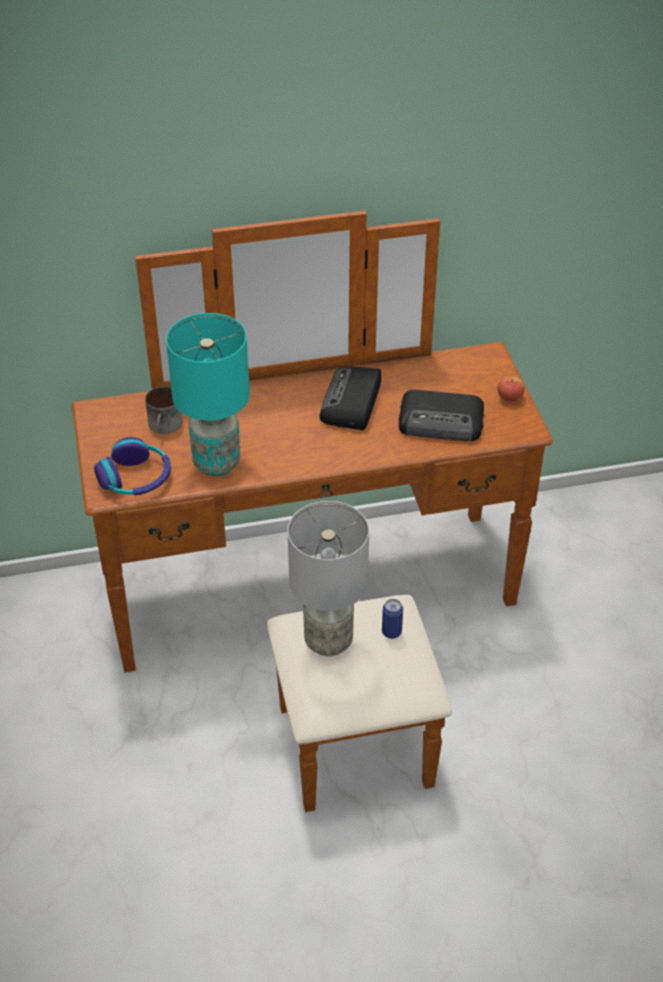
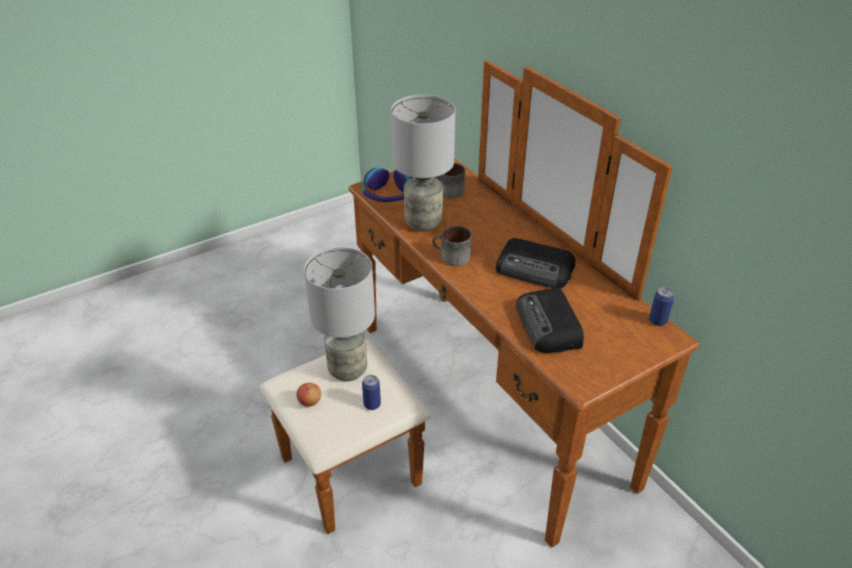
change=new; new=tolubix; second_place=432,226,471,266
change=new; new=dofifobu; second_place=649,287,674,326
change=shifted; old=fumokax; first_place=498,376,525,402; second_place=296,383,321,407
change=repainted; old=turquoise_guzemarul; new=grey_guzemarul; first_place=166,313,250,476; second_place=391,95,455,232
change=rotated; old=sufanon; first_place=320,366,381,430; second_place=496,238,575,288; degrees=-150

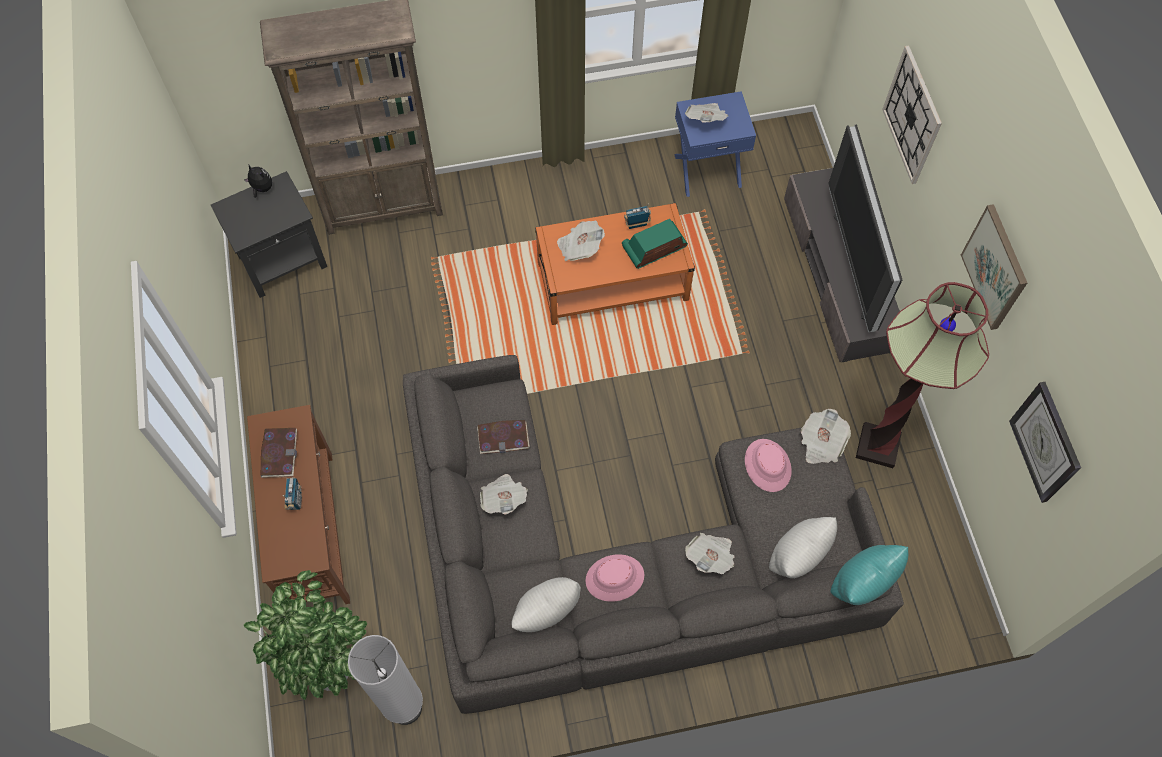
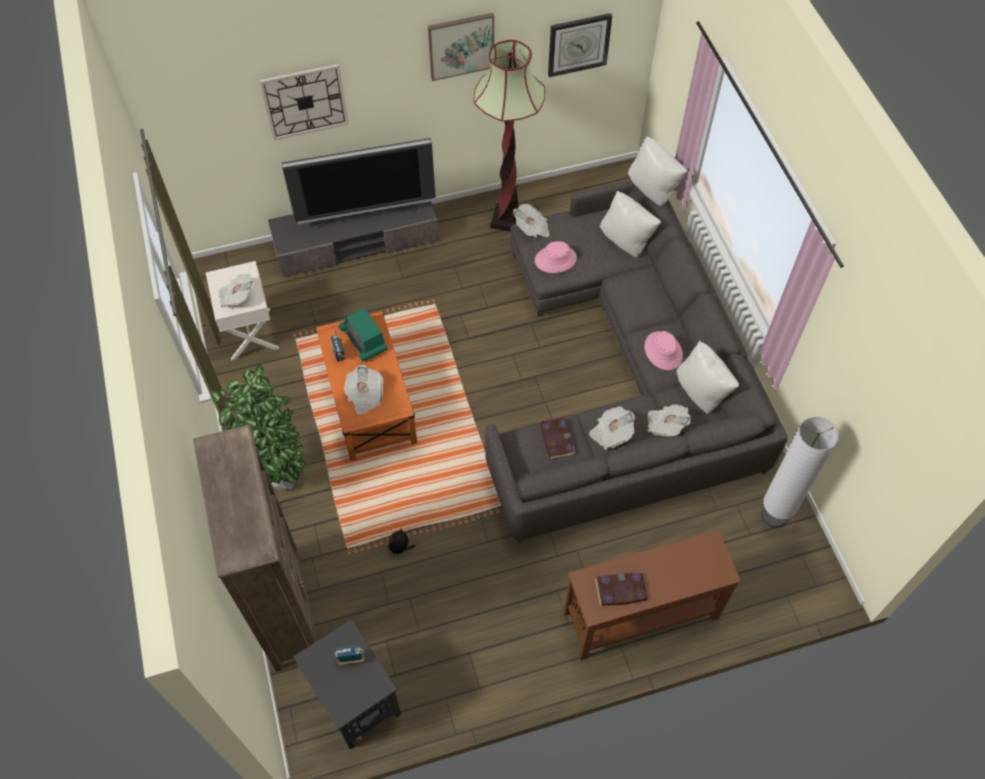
change=shifted; old=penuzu; first_place=244,165,272,198; second_place=388,529,415,557
change=shifted; old=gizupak; first_place=244,570,367,700; second_place=211,365,307,492
change=shifted; old=sufanon; first_place=283,477,302,510; second_place=335,645,364,665
change=shifted; old=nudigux; first_place=685,533,735,574; second_place=647,404,691,437
change=repainted; old=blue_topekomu; new=white_topekomu; first_place=674,91,756,197; second_place=206,261,279,360
change=repainted; old=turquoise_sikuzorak; new=white_sikuzorak; first_place=830,545,908,605; second_place=628,136,688,207

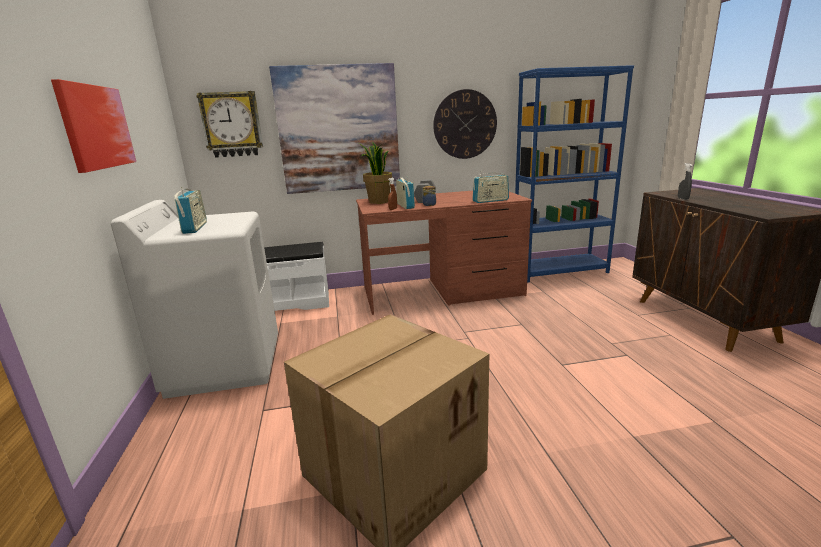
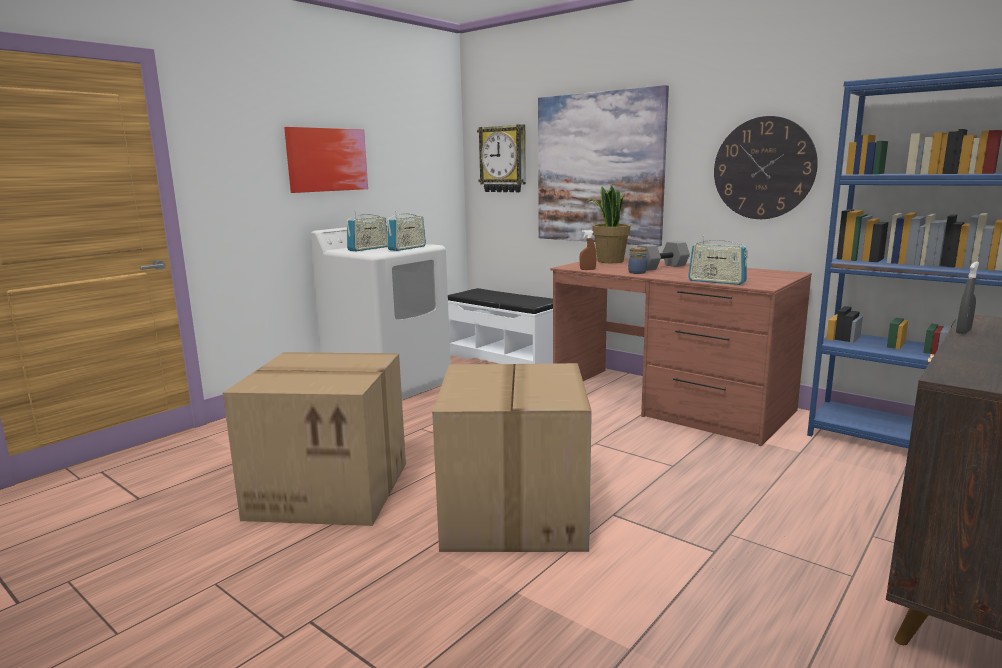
change=new; new=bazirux; second_place=432,363,592,552
change=shifted; old=sufanon; first_place=396,178,415,209; second_place=387,211,426,251

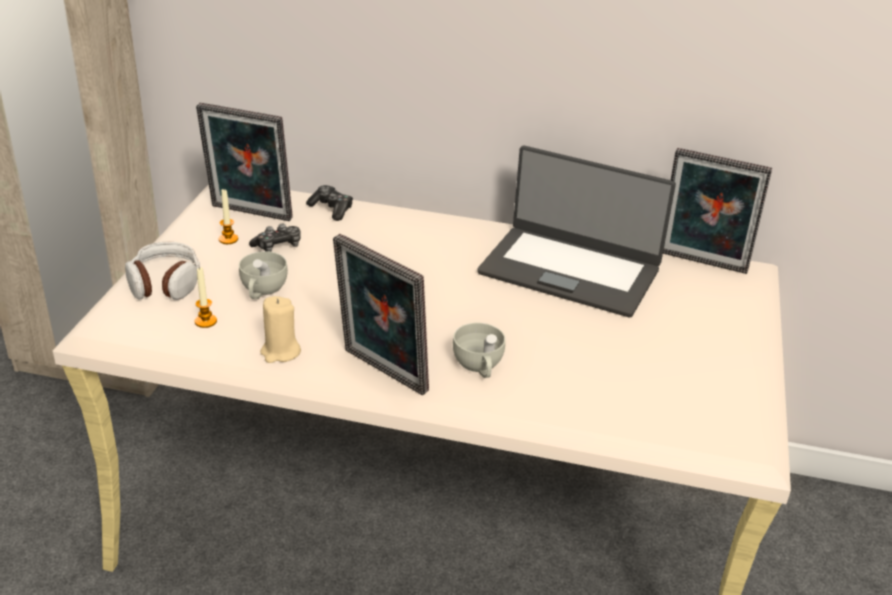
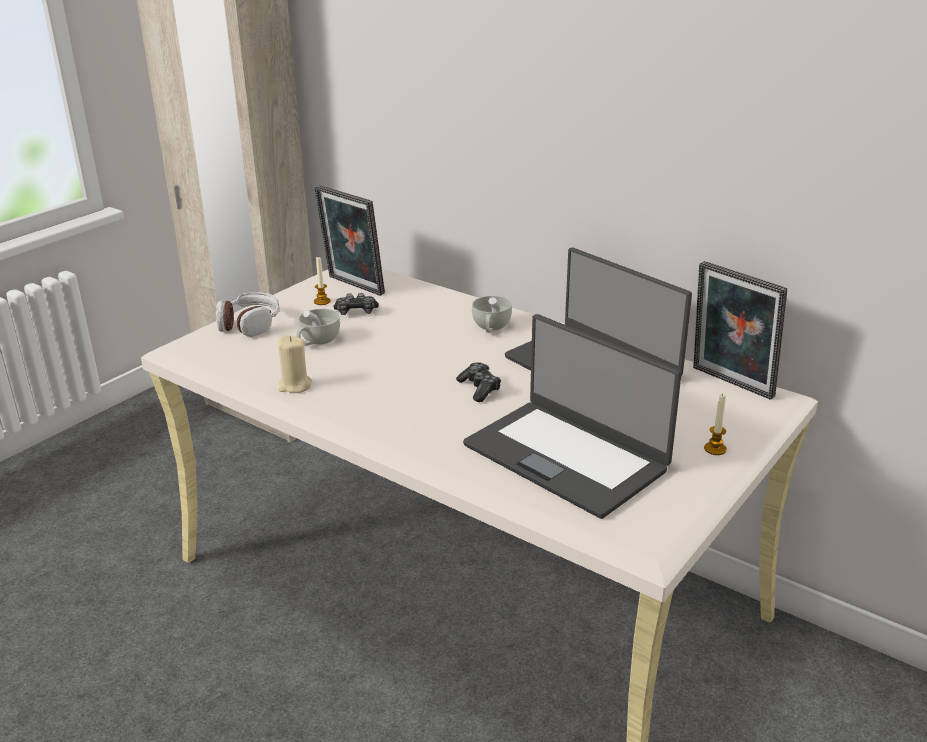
change=gone; old=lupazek; first_place=333,234,429,395
change=new; new=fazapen; second_place=463,314,682,519
change=shifted; old=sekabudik; first_place=195,267,217,328; second_place=704,394,727,455
change=shifted; old=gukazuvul; first_place=306,185,353,221; second_place=456,362,501,402
change=shifted; old=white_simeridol; first_place=453,323,505,378; second_place=472,296,512,333

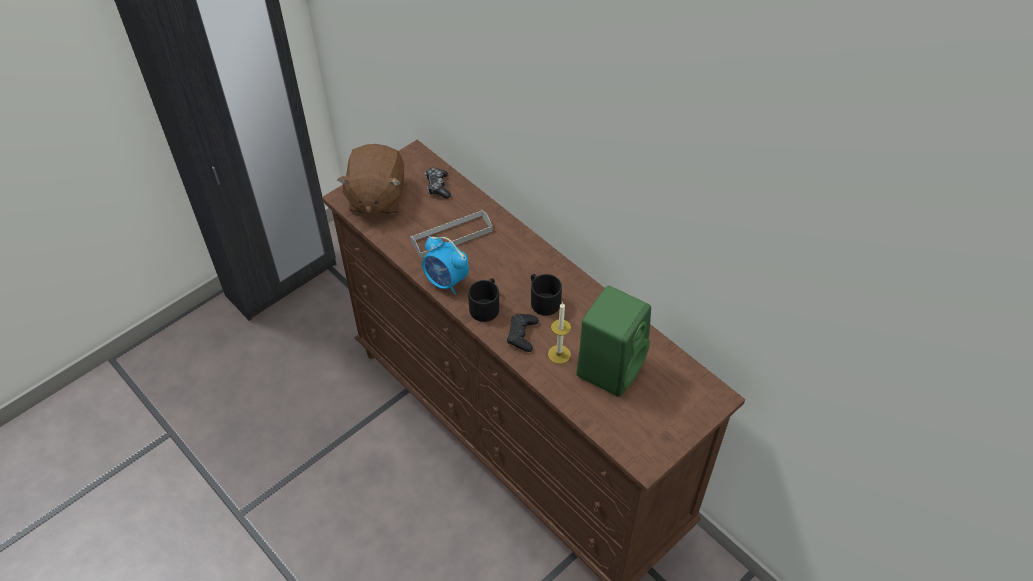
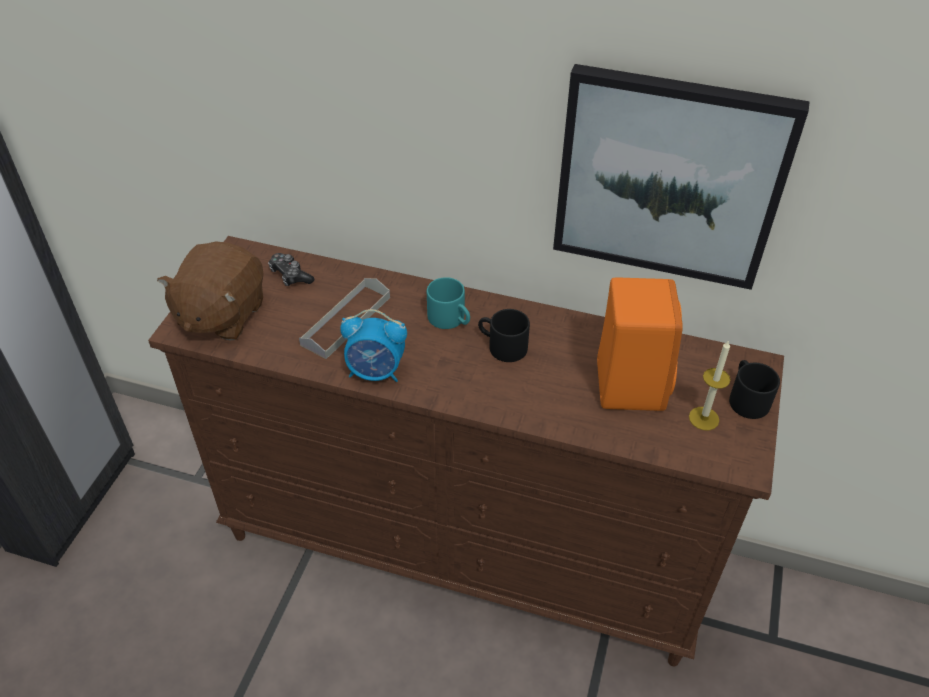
change=gone; old=black_gukazuvul; first_place=507,313,539,352
change=new; new=turquoise_tolubix; second_place=427,277,470,329
change=new; new=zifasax; second_place=553,64,810,290
change=shifted; old=black_tolubix; first_place=468,278,499,322; second_place=729,360,780,419
change=shifted; old=sekabudik; first_place=548,302,571,364; second_place=689,340,730,430
change=repainted; old=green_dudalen; new=orange_dudalen; first_place=576,286,651,397; second_place=597,278,683,411
change=rotated; old=brown_penuzu; first_place=337,144,404,214; second_place=157,242,264,341; degrees=45

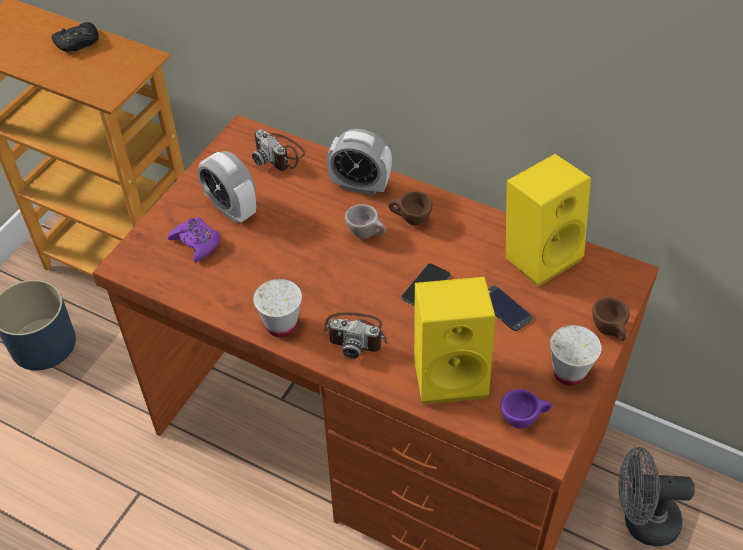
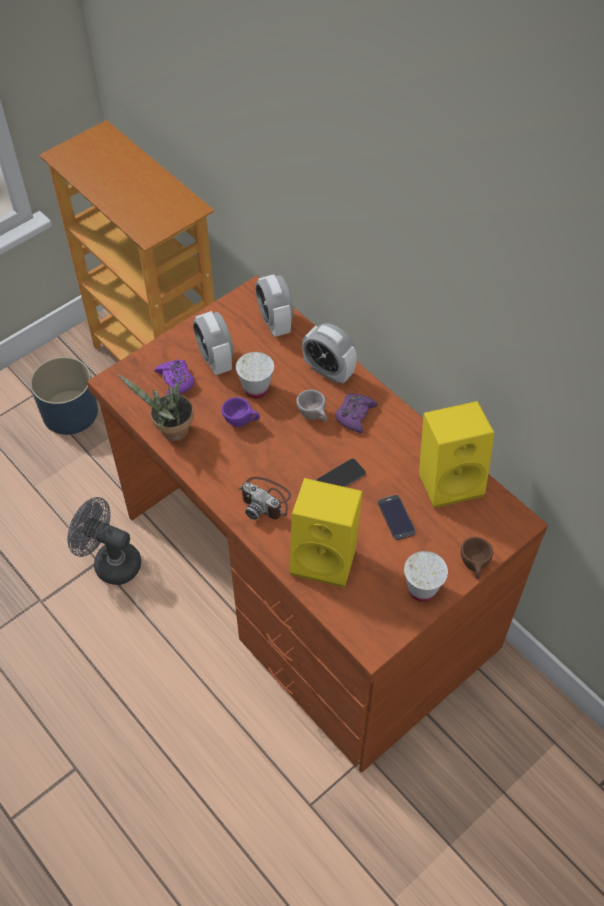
change=gone; old=black_gukazuvul; first_place=52,22,99,52
change=new; new=gizupak; second_place=118,375,194,441
change=shifted; old=white_simeridol; first_place=253,279,302,337; second_place=236,352,274,398
change=shifted; old=purple_simeridol; first_place=500,389,552,429; second_place=221,397,260,427
change=shifted; old=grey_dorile; first_place=618,447,695,546; second_place=67,497,141,585
change=swapped; old=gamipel; new=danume; first_place=252,129,305,171; second_place=255,274,294,337
change=swapped; old=brown_simeridol; new=purple_gukazuvul; first_place=388,191,433,225; second_place=335,393,378,433

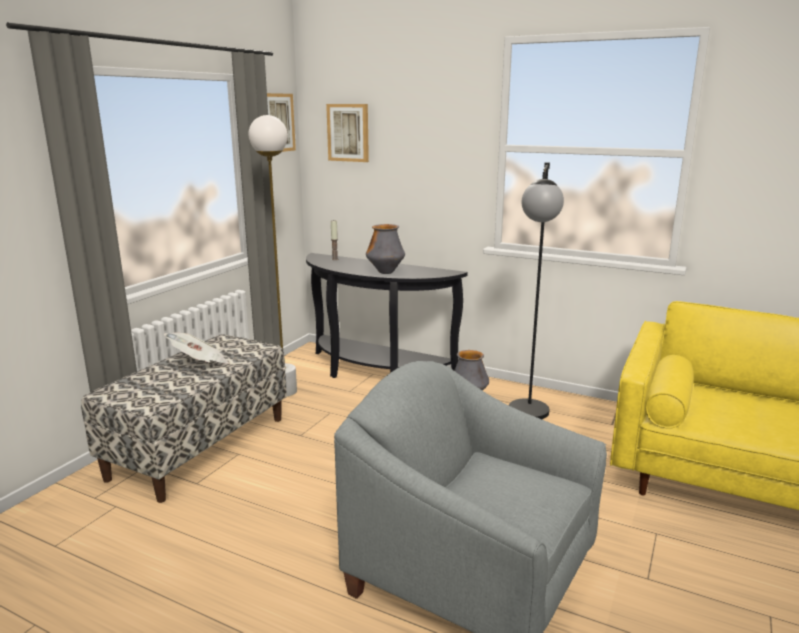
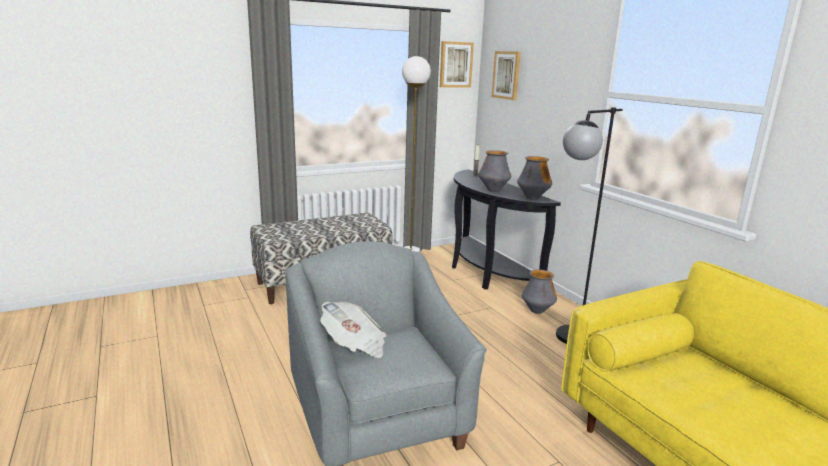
change=new; new=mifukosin; second_place=517,156,552,200
change=shifted; old=nudigux; first_place=164,333,229,364; second_place=320,302,386,358

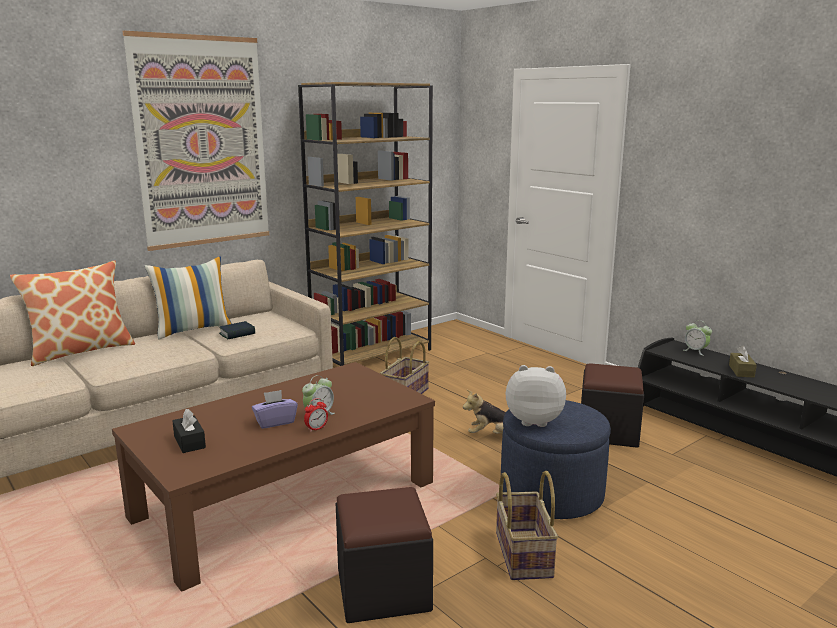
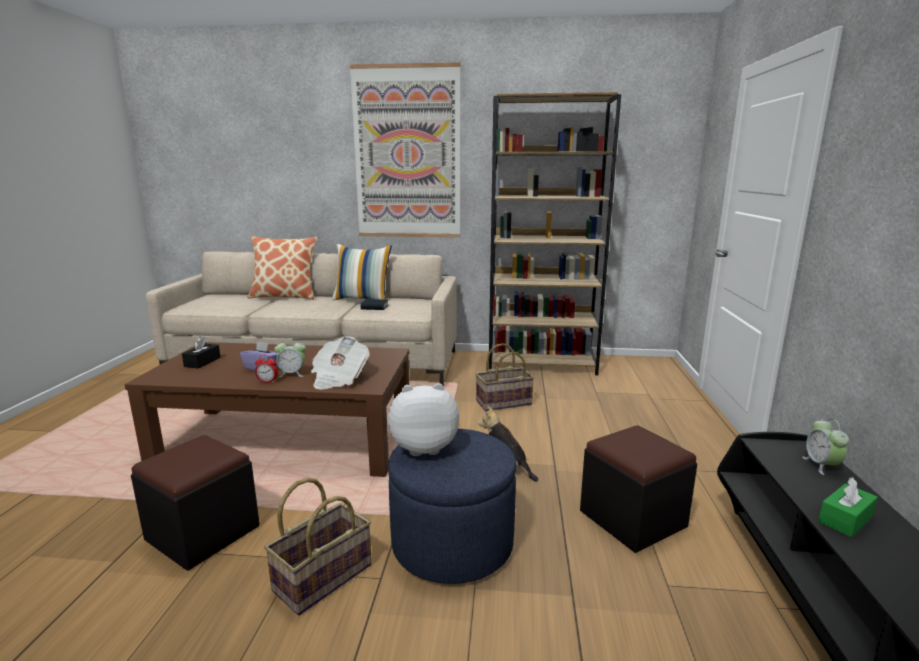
change=new; new=nudigux; second_place=311,336,370,390
change=repainted; old=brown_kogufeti; new=green_kogufeti; first_place=729,346,757,378; second_place=818,477,878,537
change=rotated; old=penuzu; first_place=506,365,566,427; second_place=388,383,459,456; degrees=-60

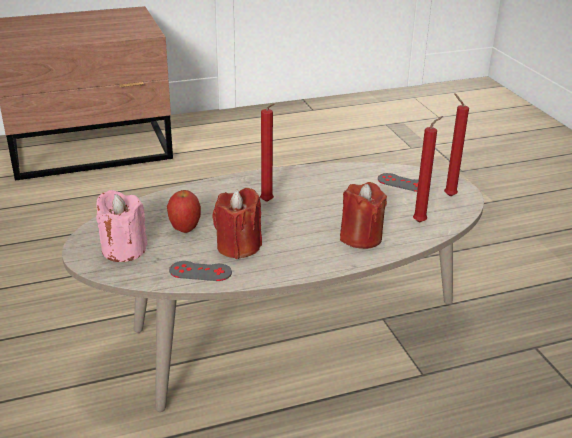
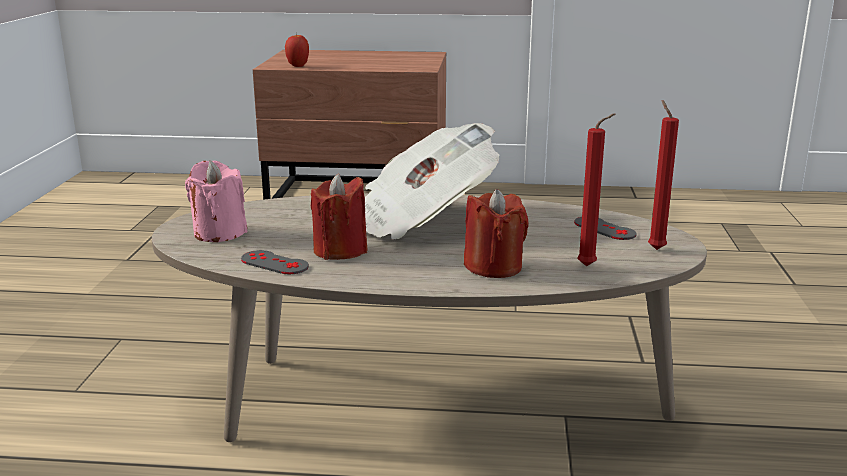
change=shifted; old=fumokax; first_place=167,190,201,233; second_place=285,32,309,67
change=swapped; old=red_sekabudik; new=nudigux; first_place=260,104,274,202; second_place=365,123,499,240

